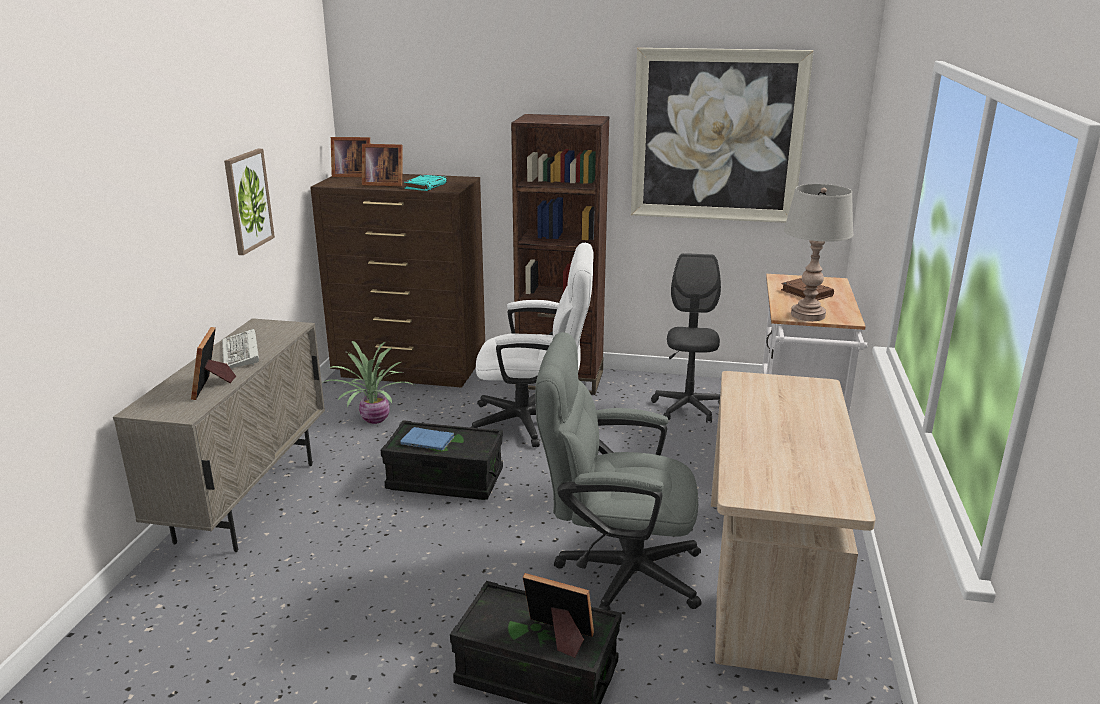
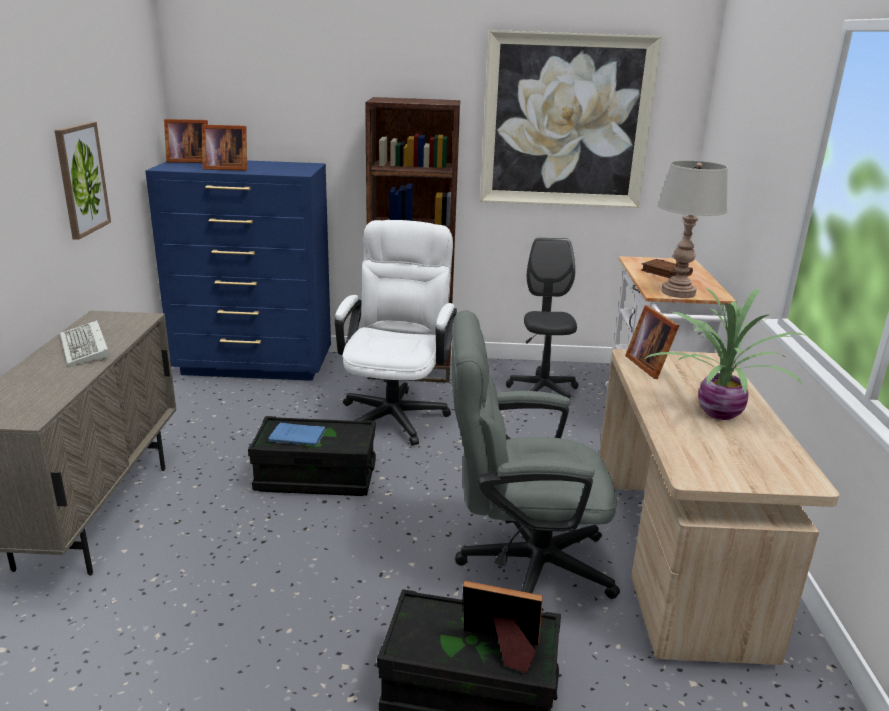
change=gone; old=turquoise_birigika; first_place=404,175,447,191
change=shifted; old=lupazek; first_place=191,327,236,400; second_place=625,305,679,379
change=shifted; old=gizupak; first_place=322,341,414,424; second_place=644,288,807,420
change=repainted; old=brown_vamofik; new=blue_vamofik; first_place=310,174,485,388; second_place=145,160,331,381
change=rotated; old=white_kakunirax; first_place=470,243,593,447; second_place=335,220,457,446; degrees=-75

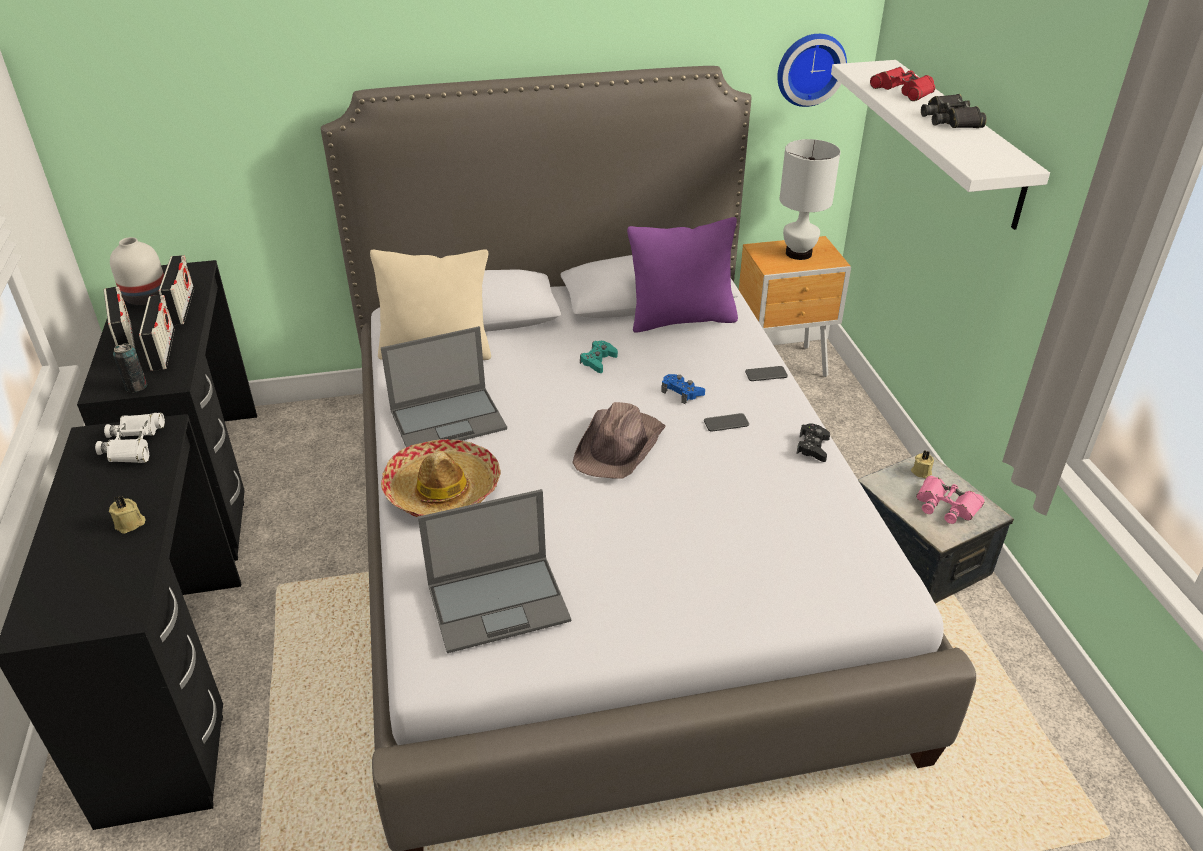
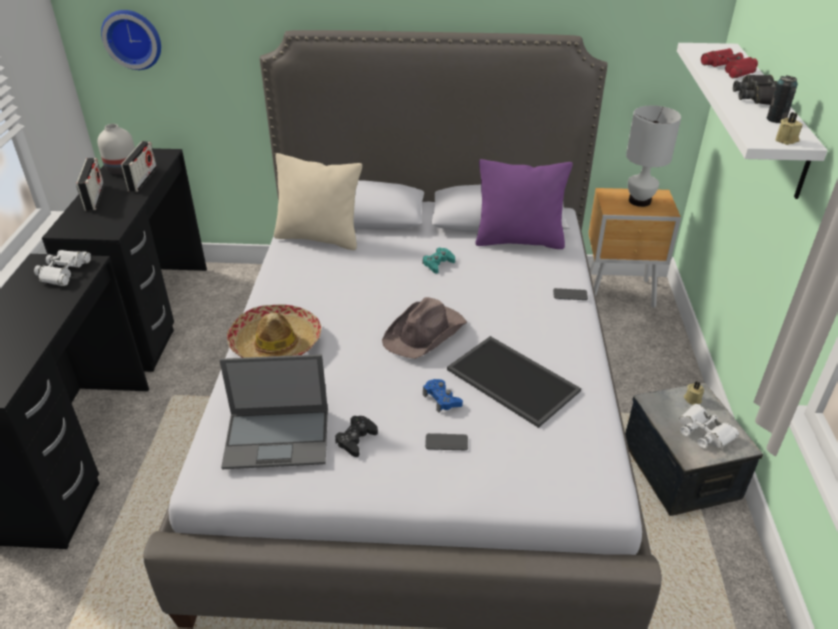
change=gone; old=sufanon; first_place=139,295,175,371
change=gone; old=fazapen; first_place=381,326,507,447
change=new; new=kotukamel; second_place=447,336,581,428
change=shifted; old=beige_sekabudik; first_place=109,495,146,534; second_place=776,112,803,145
change=shifted; old=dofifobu; first_place=113,343,147,393; second_place=767,75,798,123
change=shifted; old=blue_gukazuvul; first_place=661,374,705,404; second_place=423,379,463,413
change=shifted; old=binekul; first_place=704,413,749,432; second_place=425,433,468,450
change=shifted; old=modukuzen; first_place=777,34,847,107; second_place=101,10,161,70
change=shifted; old=black_gukazuvul; first_place=796,423,830,462; second_place=335,416,378,457
change=repainted; old=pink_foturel; new=white_foturel; first_place=916,476,985,524; second_place=679,404,739,448

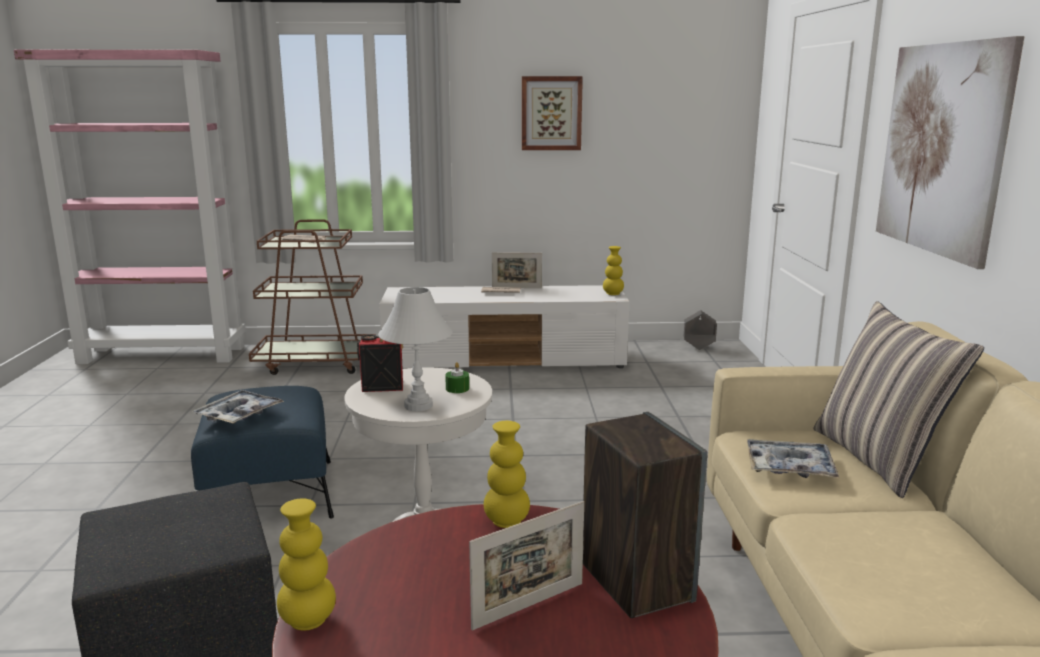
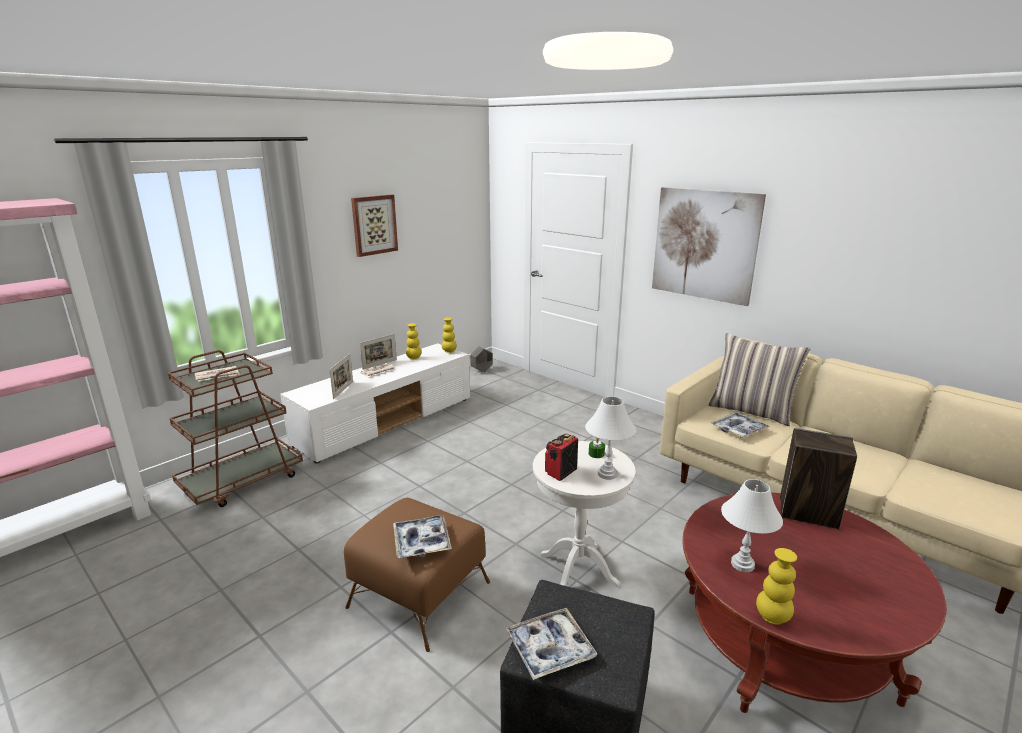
change=new; new=kotukamel; second_place=506,608,597,680
change=new; new=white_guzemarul; second_place=721,479,783,572
change=shifted; old=lupazek; first_place=469,501,584,631; second_place=329,354,353,399
change=shifted; old=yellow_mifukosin; first_place=484,421,530,528; second_place=406,323,422,360
change=repainted; old=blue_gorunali; new=brown_gorunali; first_place=191,386,334,519; second_place=344,498,490,652

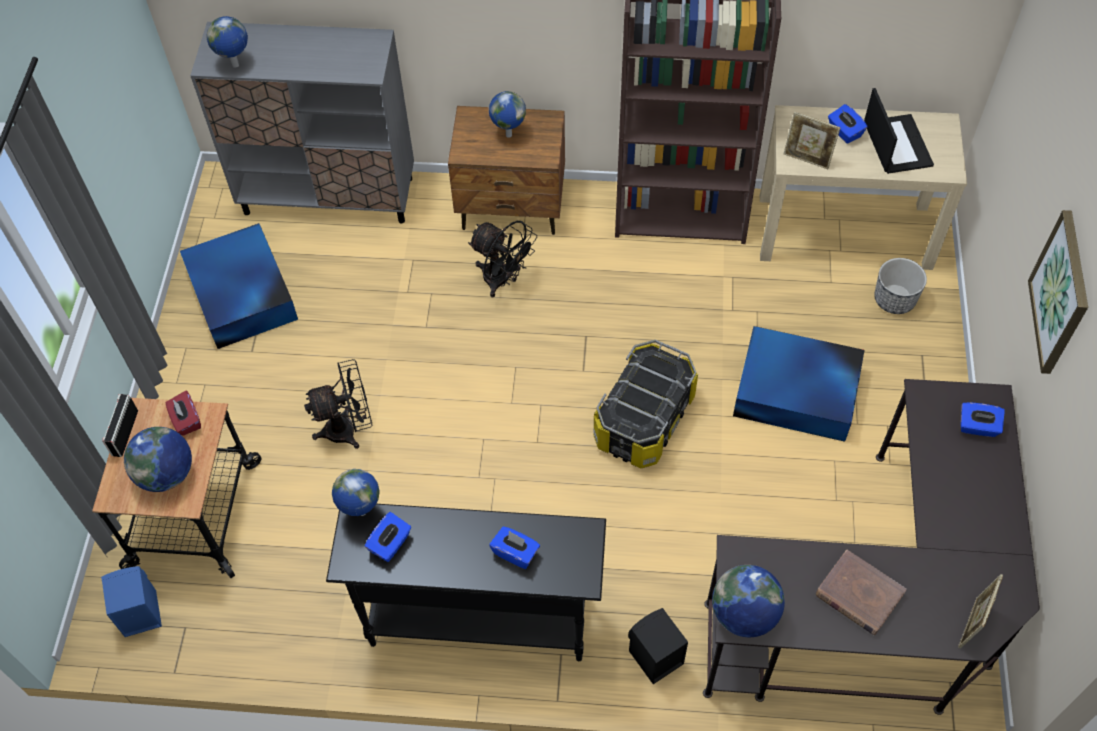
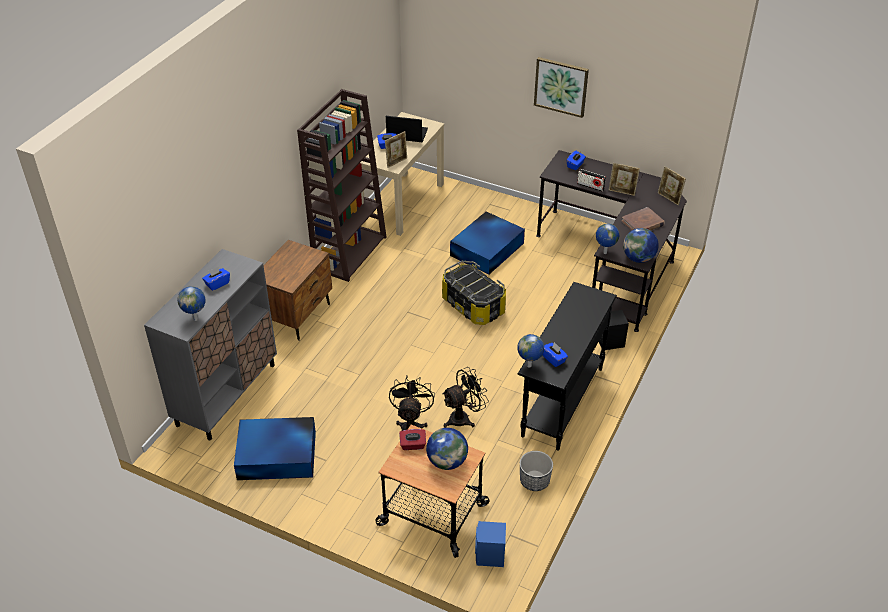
change=new; new=lupazek; second_place=609,163,640,196
change=shifted; old=sufanon; first_place=102,394,138,457; second_place=577,169,606,192
change=shifted; old=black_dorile; first_place=468,221,537,297; second_place=442,367,489,428
change=shifted; old=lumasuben; first_place=489,91,526,138; second_place=596,223,619,254
change=shifted; old=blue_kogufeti; first_place=489,526,540,569; second_place=202,267,230,291
change=shifted; old=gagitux; first_place=874,258,927,314; second_place=520,451,553,491

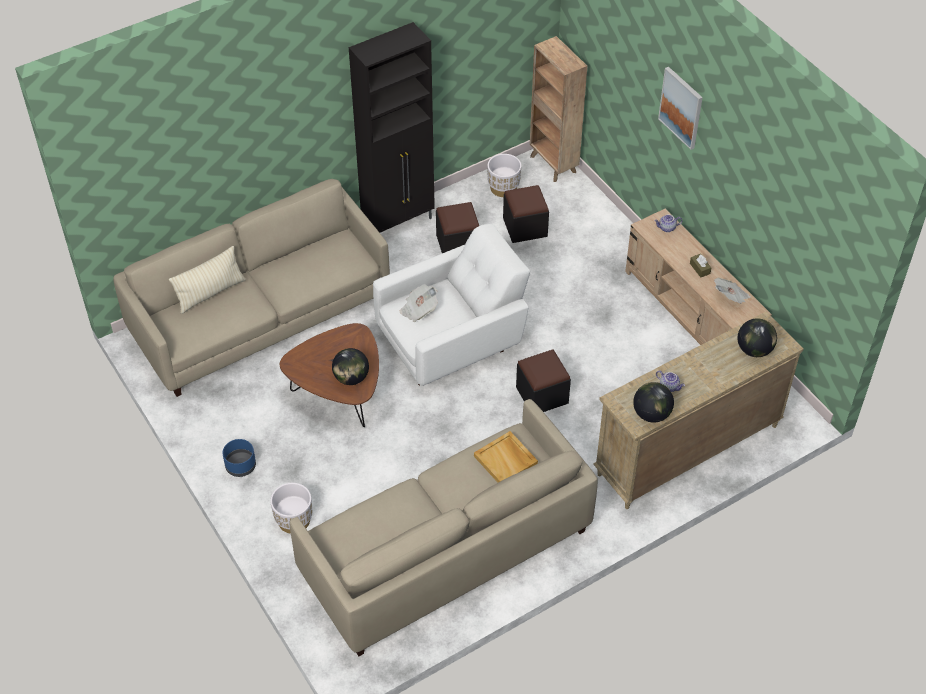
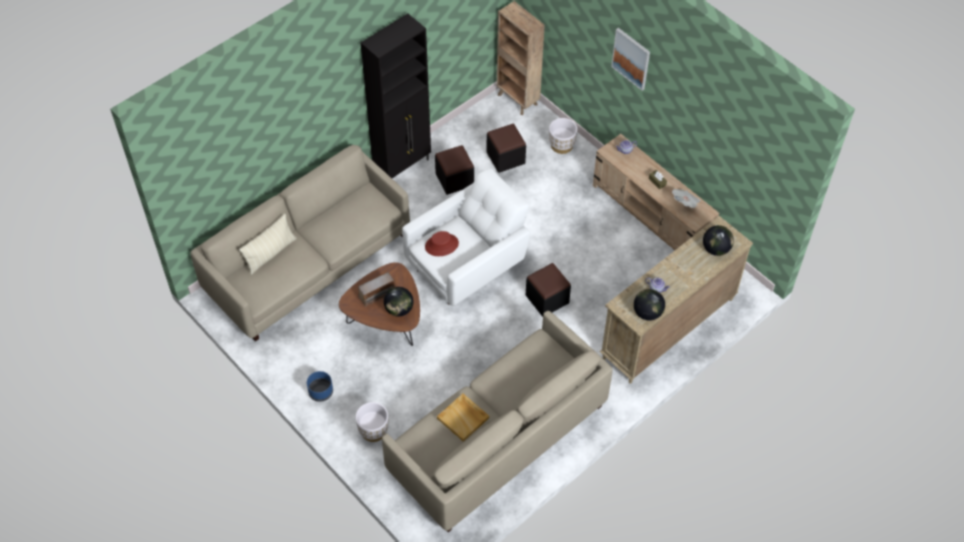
change=new; new=sufanon; second_place=358,272,395,307
change=shifted; old=beige_kotukamel; first_place=474,431,538,483; second_place=437,394,489,442
change=shifted; old=white_gagitux; first_place=487,154,521,197; second_place=549,118,577,154
change=swapped; old=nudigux; new=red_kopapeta; first_place=400,284,438,322; second_place=425,231,459,256

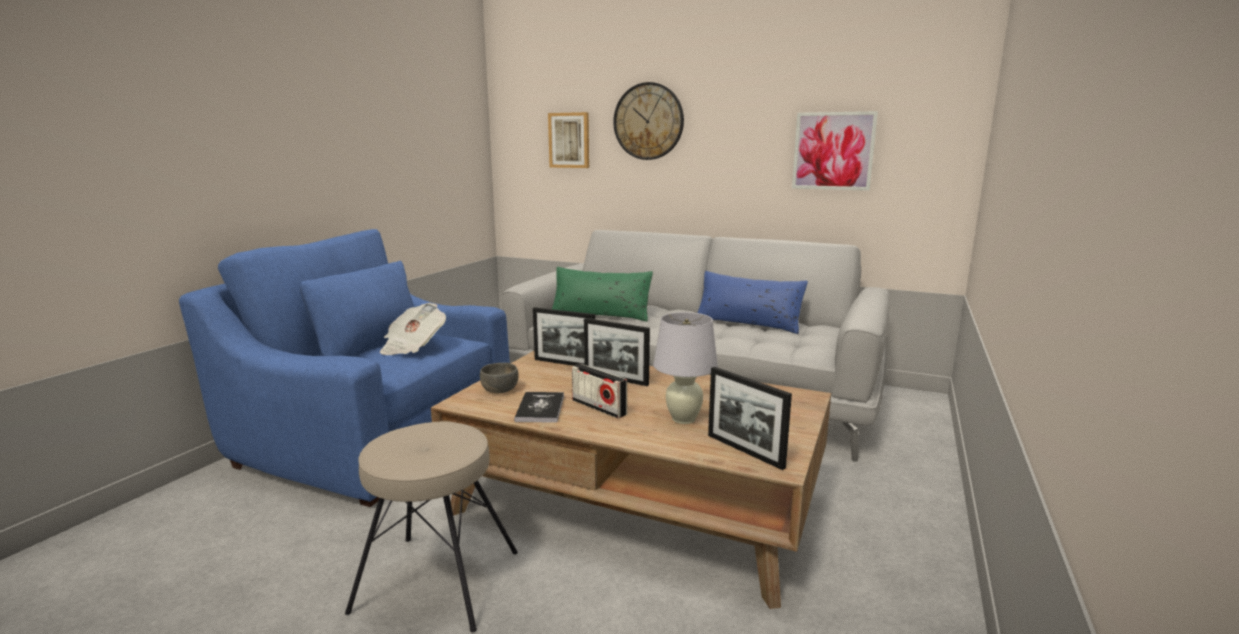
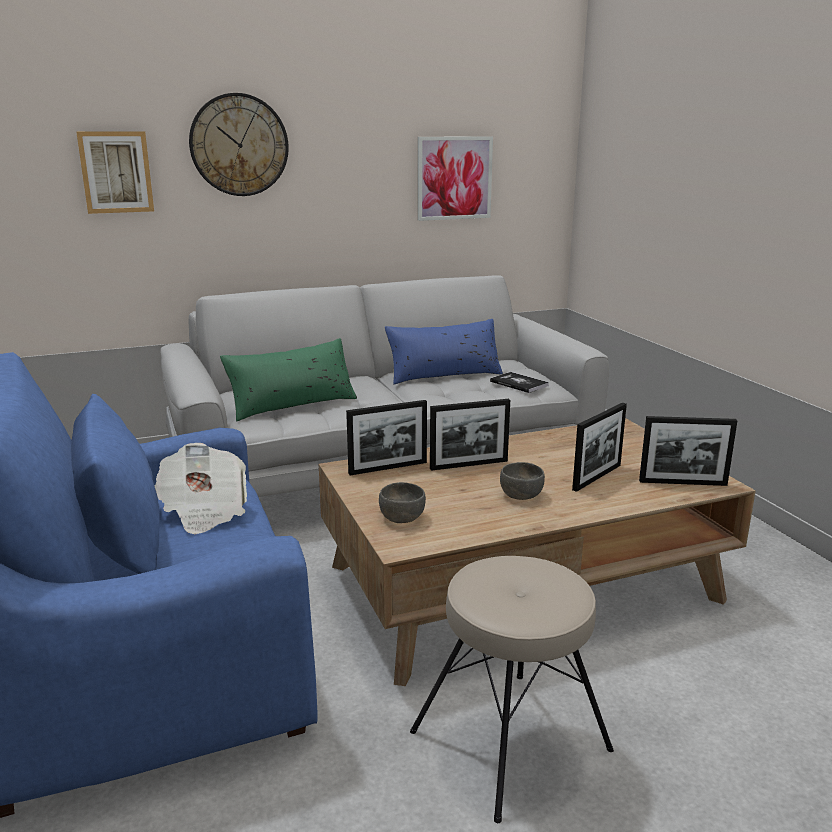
change=shifted; old=birigika; first_place=514,392,564,422; second_place=490,372,549,393
change=swapped; old=sufanon; new=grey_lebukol; first_place=572,364,627,418; second_place=500,462,545,500
change=swapped; old=white_guzemarul; new=lupazek; first_place=653,312,718,424; second_place=572,403,627,492

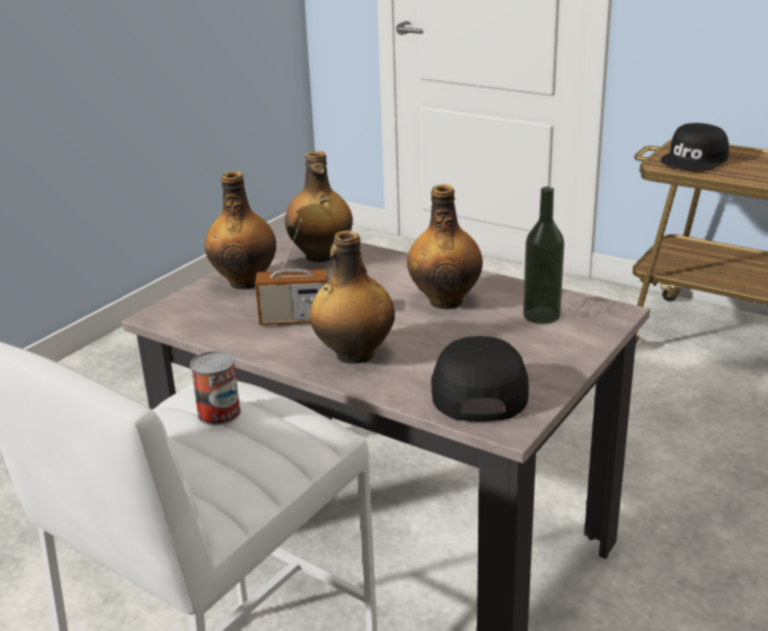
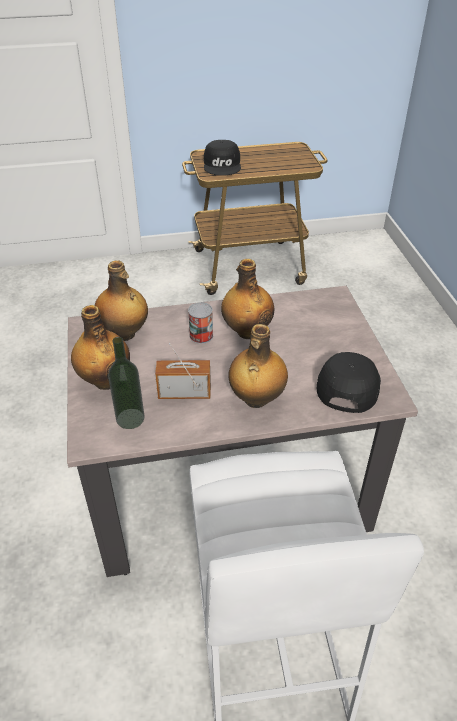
change=shifted; old=dofifobu; first_place=190,351,241,425; second_place=188,302,213,344
change=shifted; old=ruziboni; first_place=523,187,564,324; second_place=108,337,145,429
change=rotated; old=sufanon; first_place=255,219,328,325; second_place=155,343,211,399; degrees=-135
change=rotated; old=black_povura; first_place=431,336,529,422; second_place=317,352,381,413; degrees=60

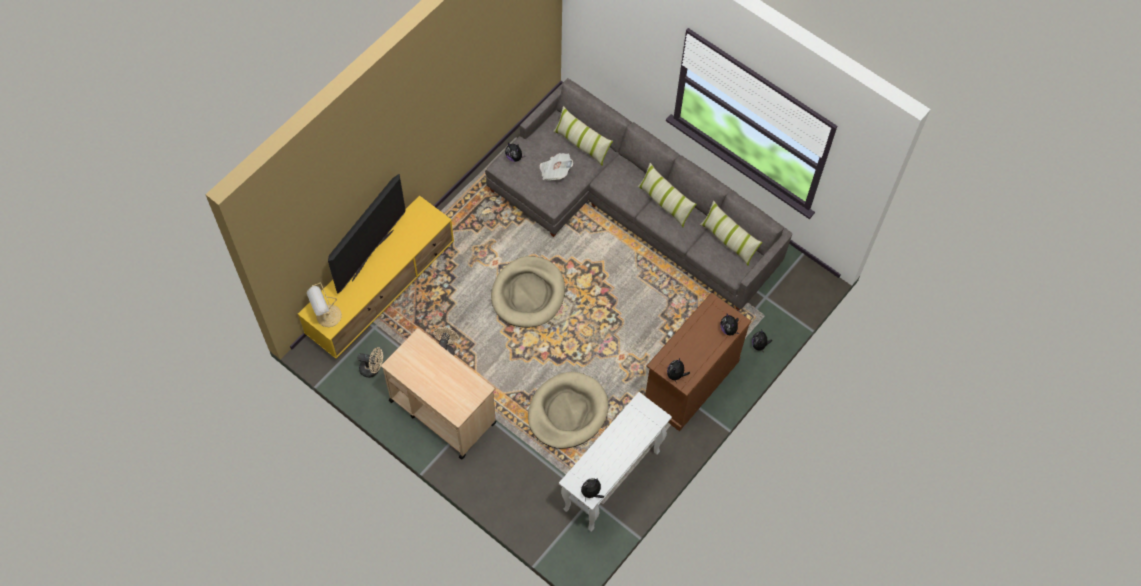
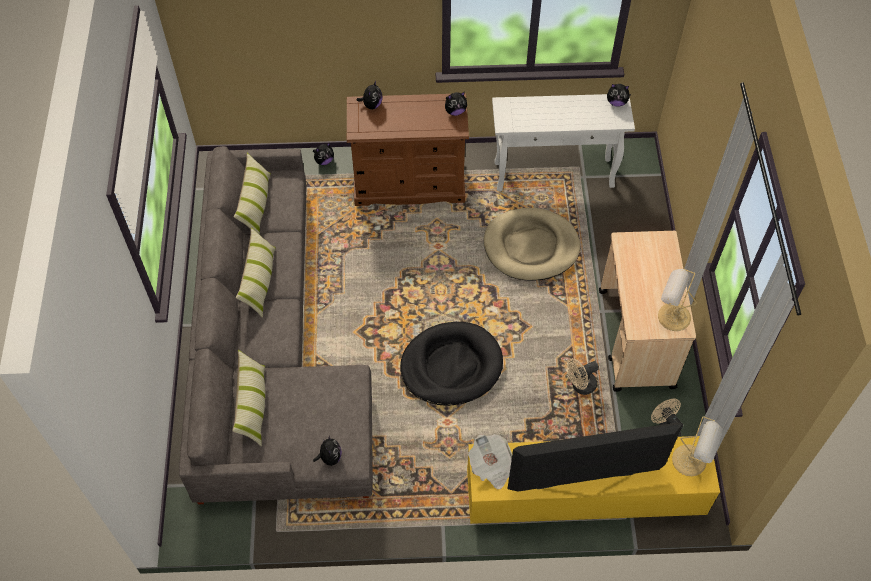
change=new; new=guzemarul; second_place=658,269,697,331
change=shifted; old=nudigux; first_place=539,153,573,180; second_place=468,434,512,489
change=repainted; old=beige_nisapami; new=black_nisapami; first_place=491,256,565,328; second_place=400,322,503,406

